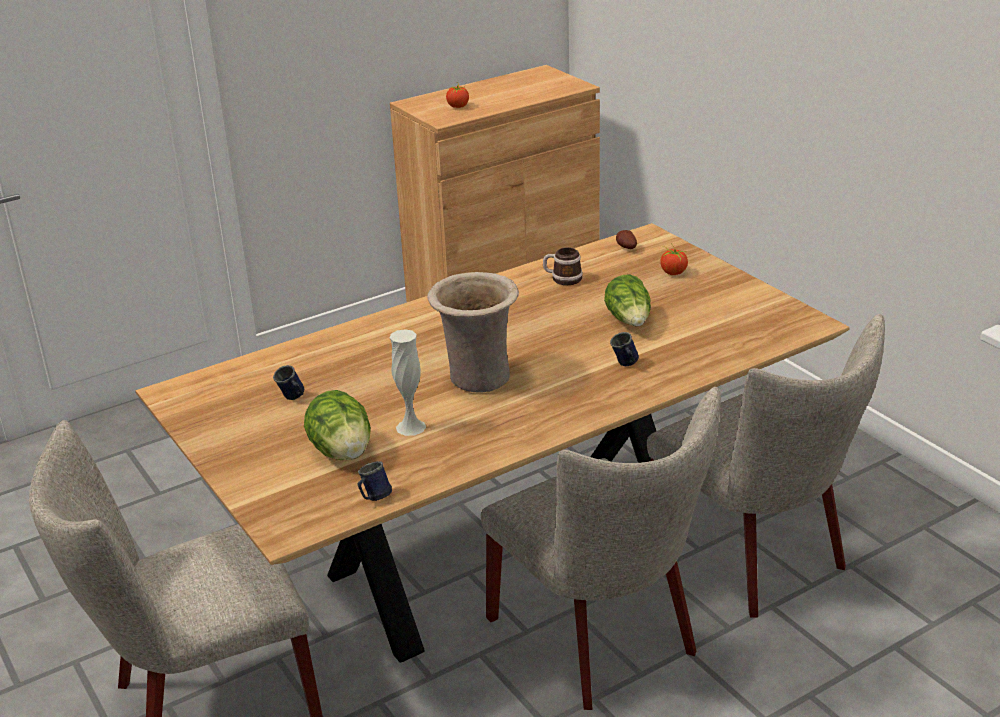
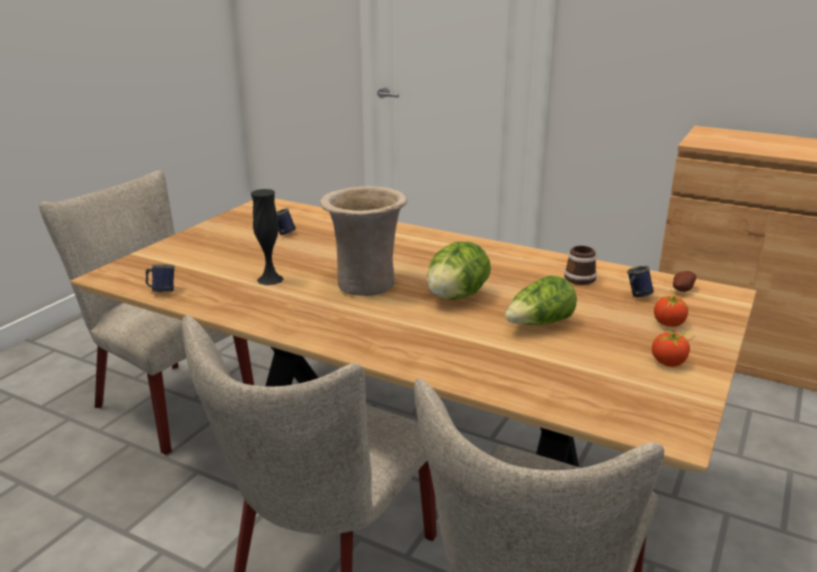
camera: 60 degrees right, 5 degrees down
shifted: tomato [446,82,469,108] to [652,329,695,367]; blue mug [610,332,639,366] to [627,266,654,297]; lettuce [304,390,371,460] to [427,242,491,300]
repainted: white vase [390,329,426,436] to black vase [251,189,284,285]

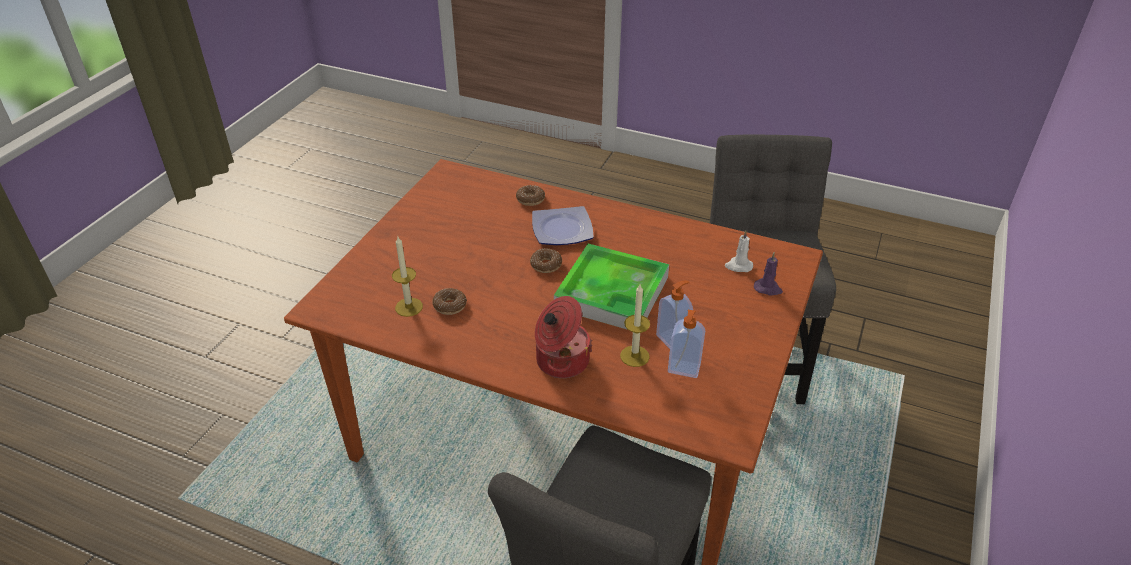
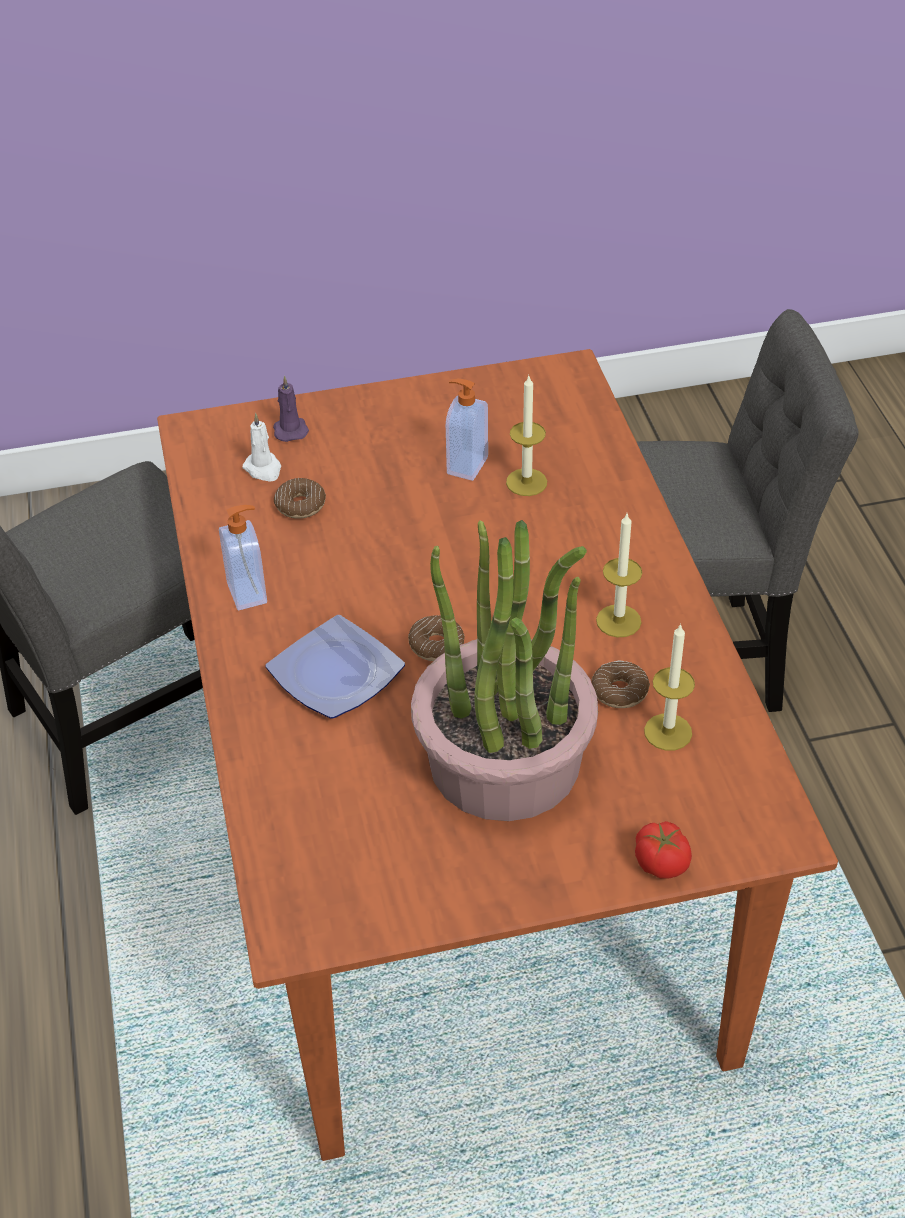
camera: 125 degrees left, 5 degrees up
gone: tray [554,244,669,330]; cooking pot [535,296,592,378]
new: candle [596,514,642,638]; potted plant [411,520,598,821]; tomato [635,821,692,879]
shifted: donut [516,185,545,206] to [274,478,326,519]; soap dispenser [668,310,705,378] to [219,505,267,611]

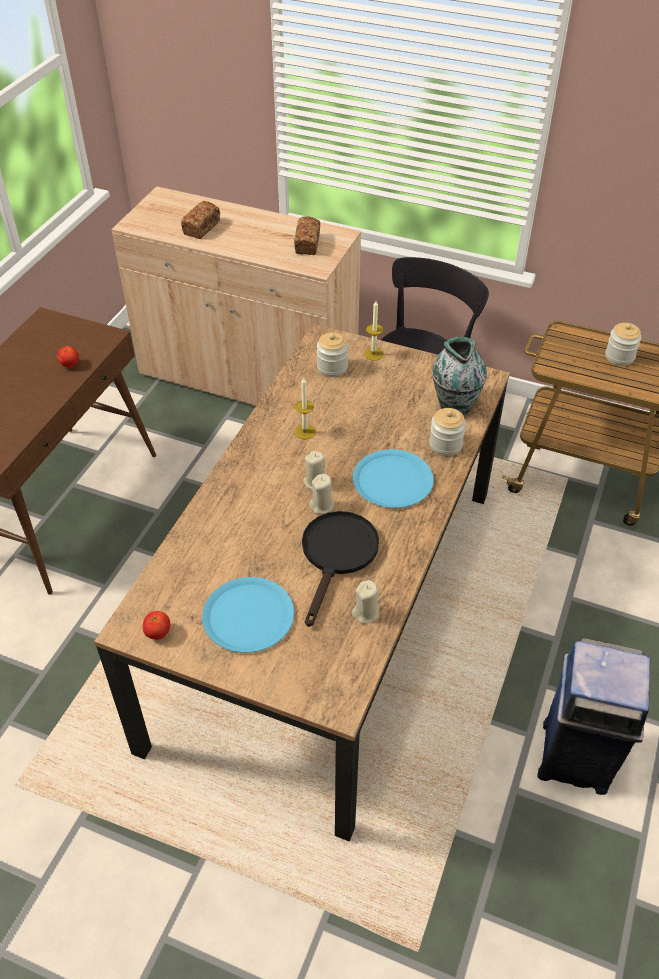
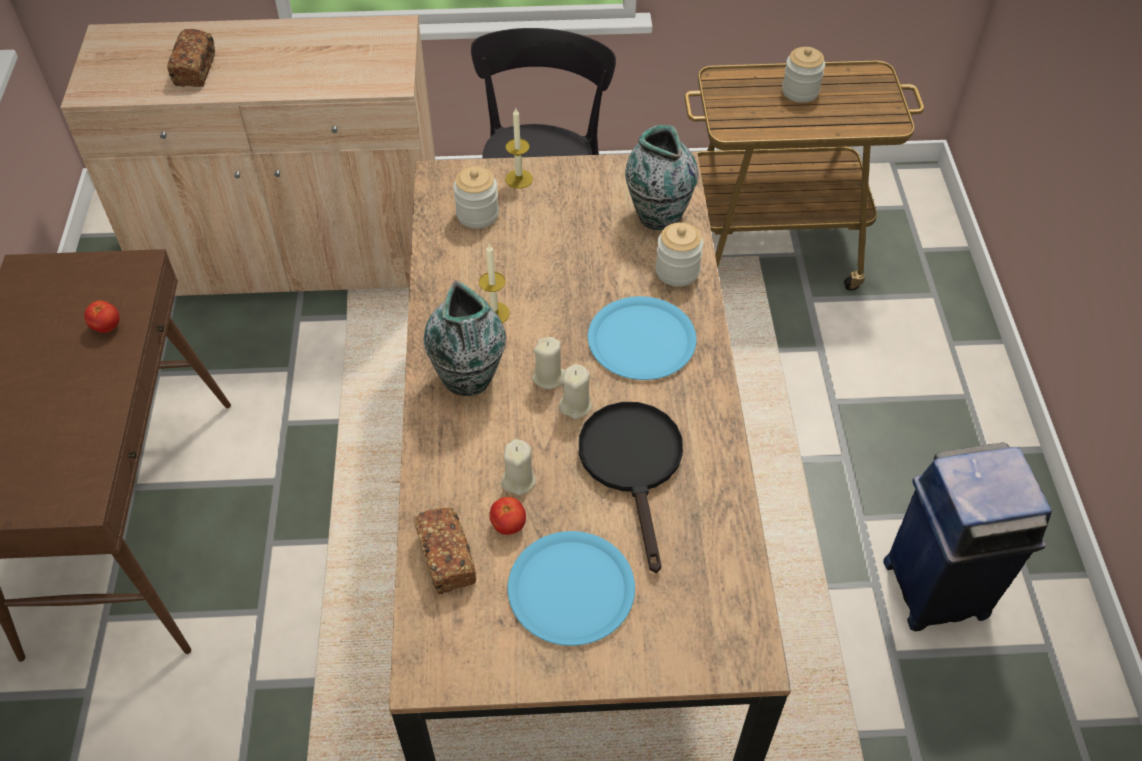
camera: 25 degrees left, 5 degrees up
new: vase [423,280,506,396]
shifted: bread [294,216,320,255] to [414,507,476,594]; beige candle [352,580,379,624] to [501,439,536,496]; tomato [143,611,170,640] to [490,497,526,535]

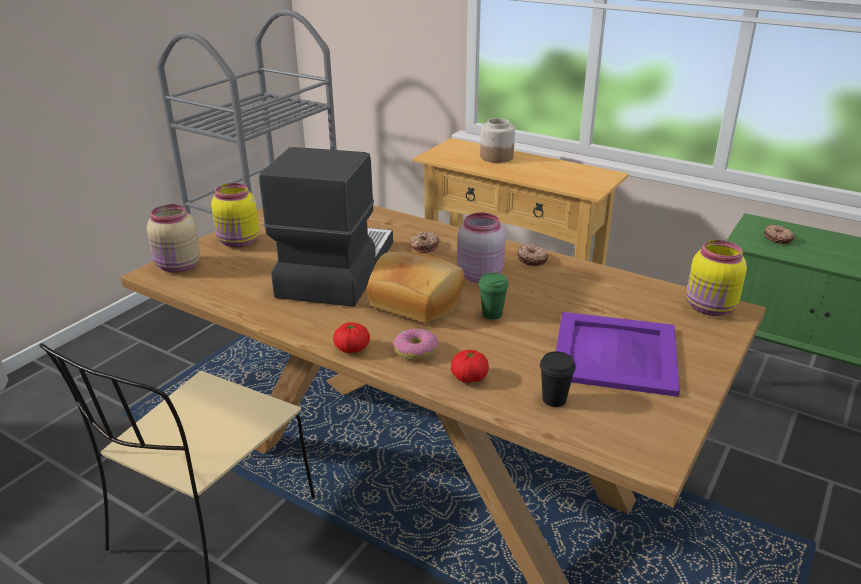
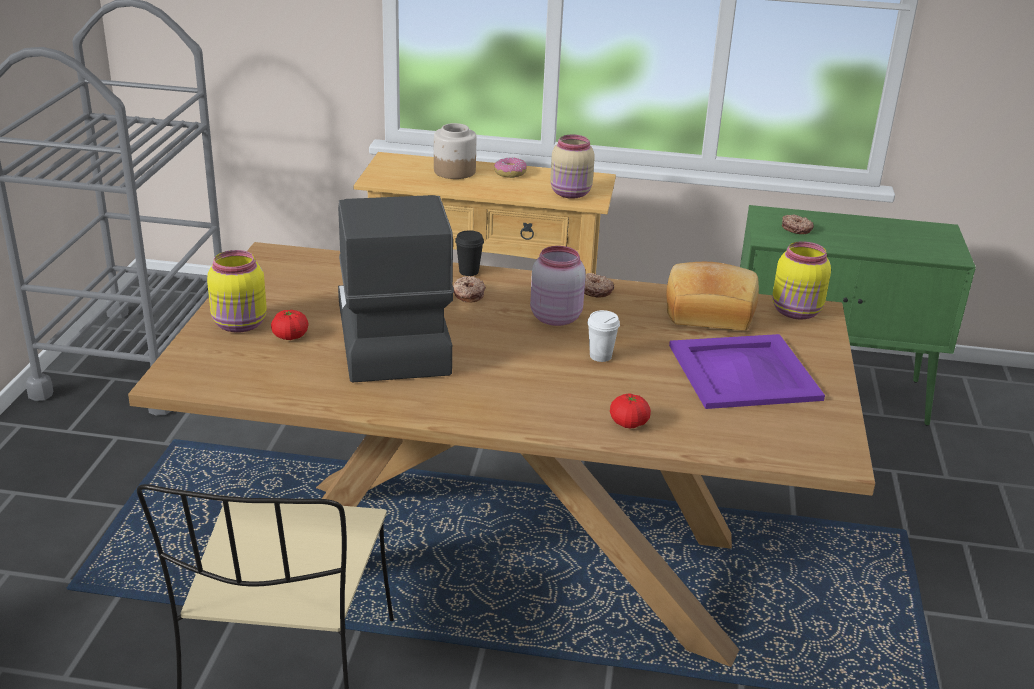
camera: 25 degrees left, 0 degrees up
shifted: beige jar [147,204,200,273] to [550,135,595,199]; bread [367,251,465,323] to [666,262,759,331]; tomato [333,322,370,353] to [271,310,308,340]; donut [393,329,439,361] to [494,157,527,178]; black cup [540,351,576,407] to [455,230,484,276]
repainted: green cup [479,273,509,320] to white cup [587,310,620,362]

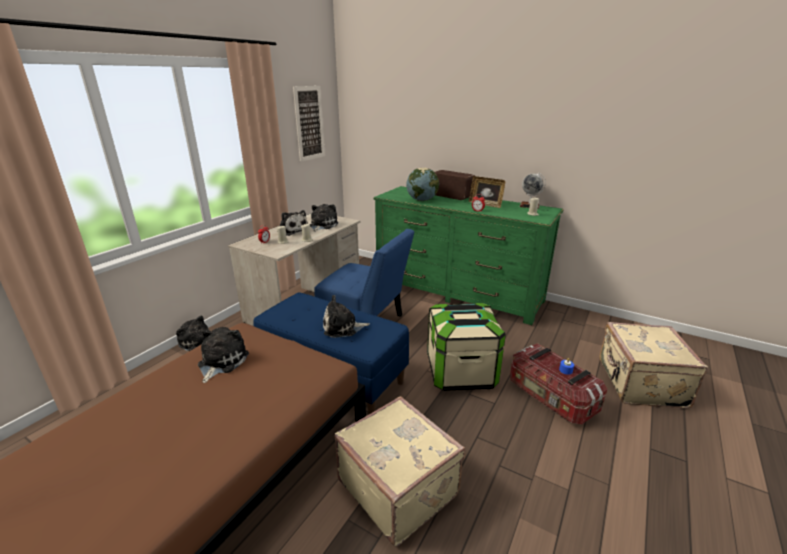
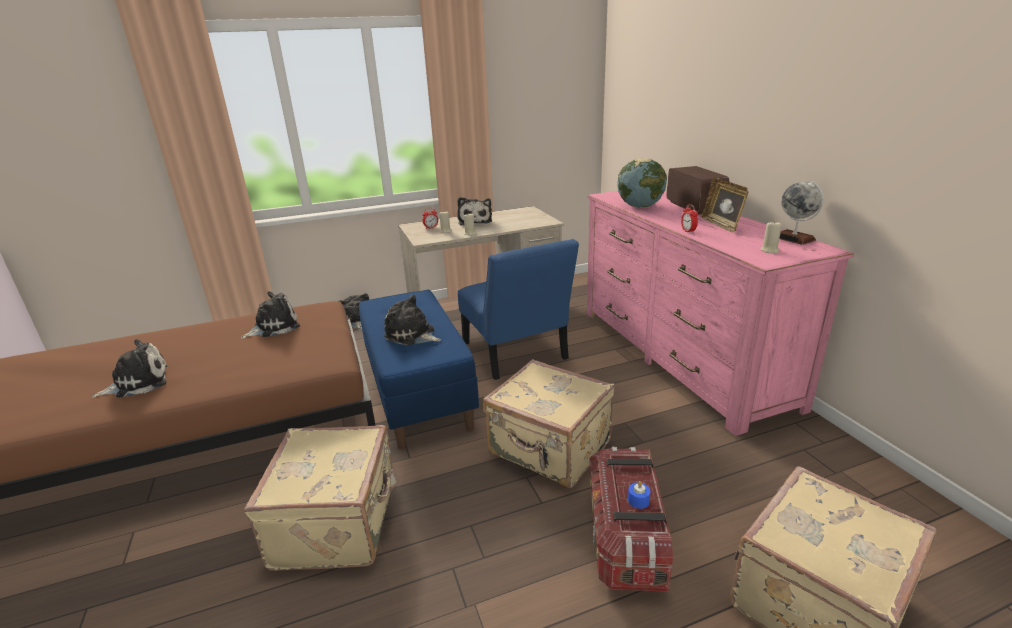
camera: 40 degrees right, 0 degrees up
gone: picture [293,86,325,162]
shifted: plush toy [309,204,338,232] to [92,339,167,398]
swapped: storage box [427,303,506,391] to beige suitcase [483,359,615,488]
repainted: green dresser [373,186,564,325] to pink dresser [587,191,854,436]

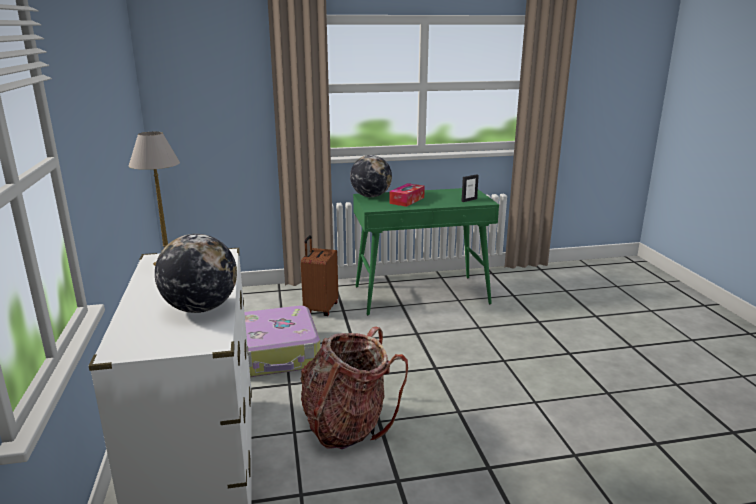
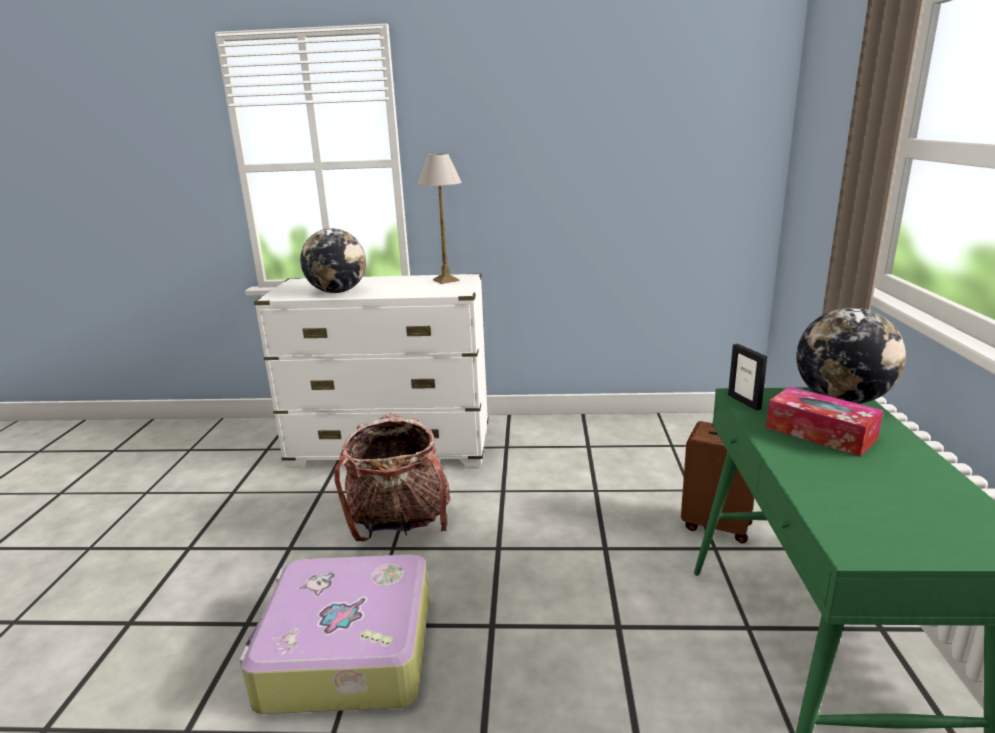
camera: 105 degrees right, 0 degrees up
shifted: picture frame [462,174,479,202] to [728,344,767,411]; suitcase [244,306,320,377] to [240,555,429,714]

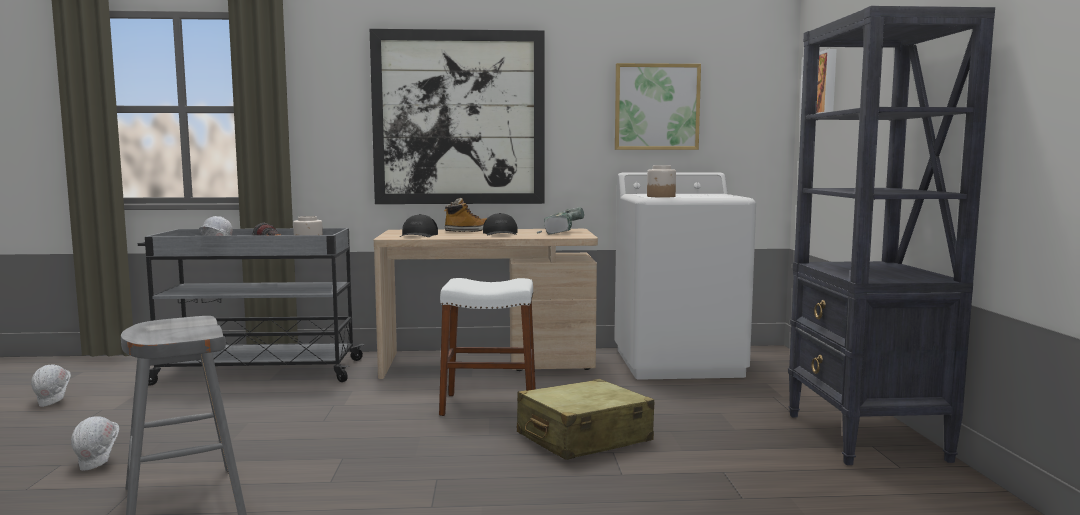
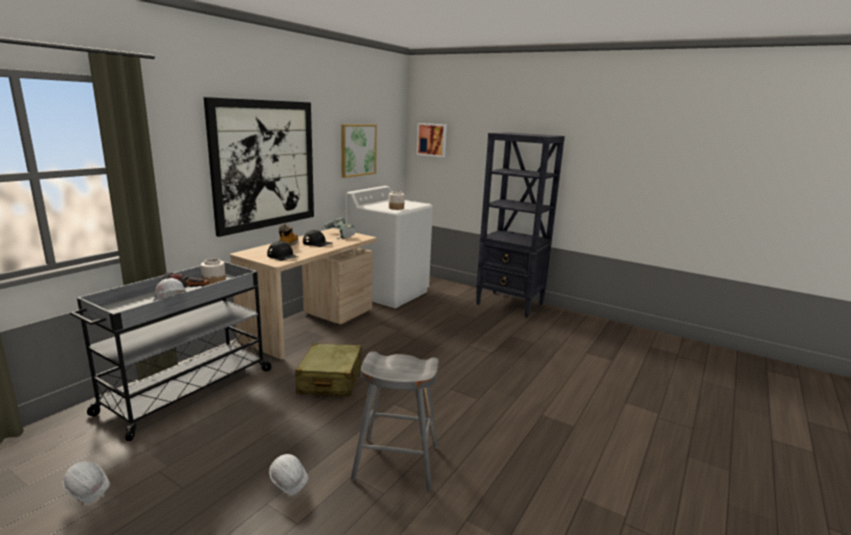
camera: 55 degrees left, 10 degrees up
gone: white stool [439,278,536,416]
shifted: beige suitcase [517,379,654,460] to [295,343,362,397]

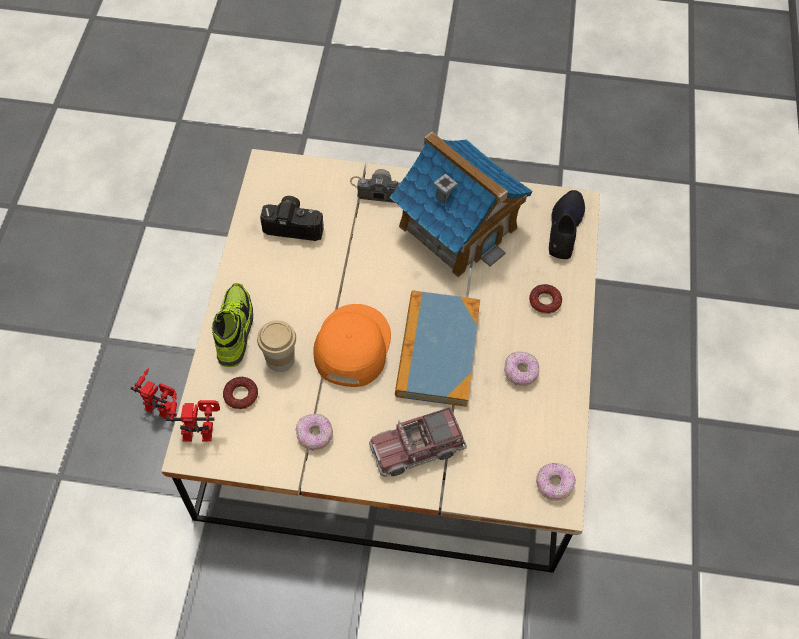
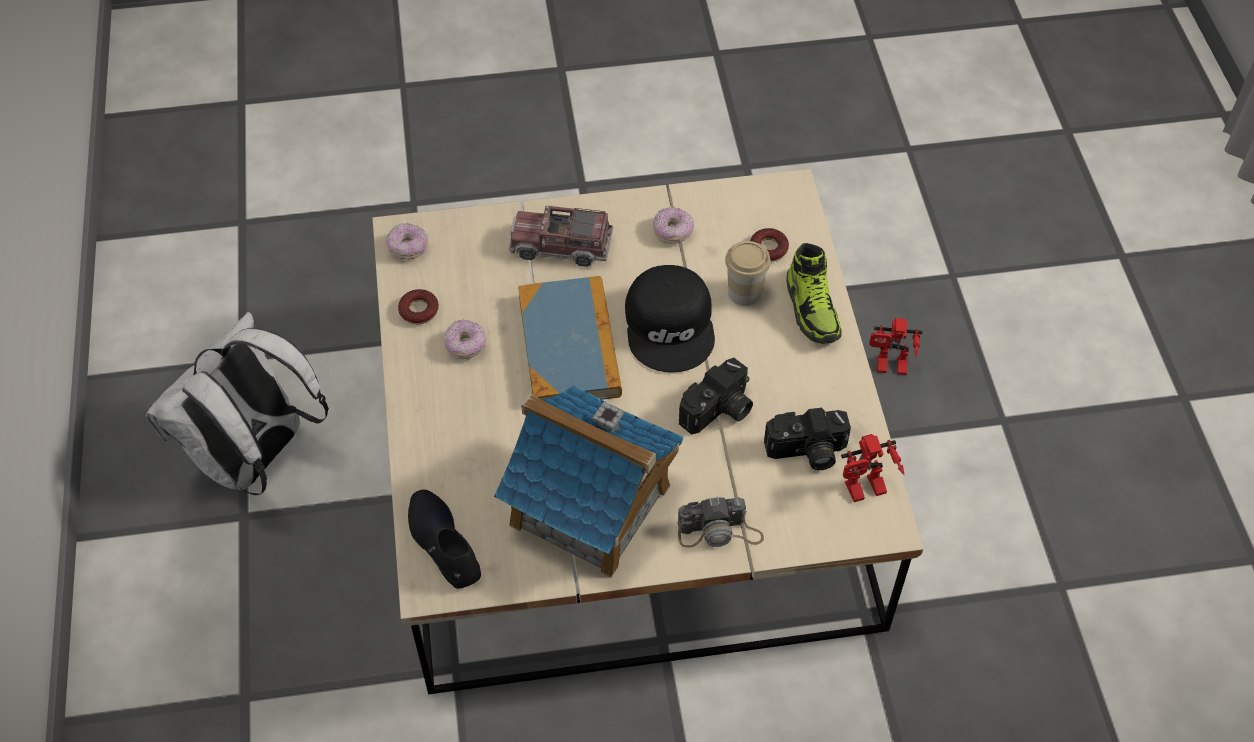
camera: 165 degrees right, 5 degrees down
new: white backpack [146,312,329,495]; photo camera [679,358,753,435]
shifted: donut [529,284,562,314] to [398,289,439,324]; toy robot [166,391,220,442] to [841,434,904,502]
repainted: orange cap [313,304,391,387] to black cap [625,265,715,373]
rotated: black shoe [549,190,585,259] = [408,490,481,588] 150 degrees clockwise; toy truck [369,407,467,477] = [509,205,613,267] 135 degrees counterclockwise

